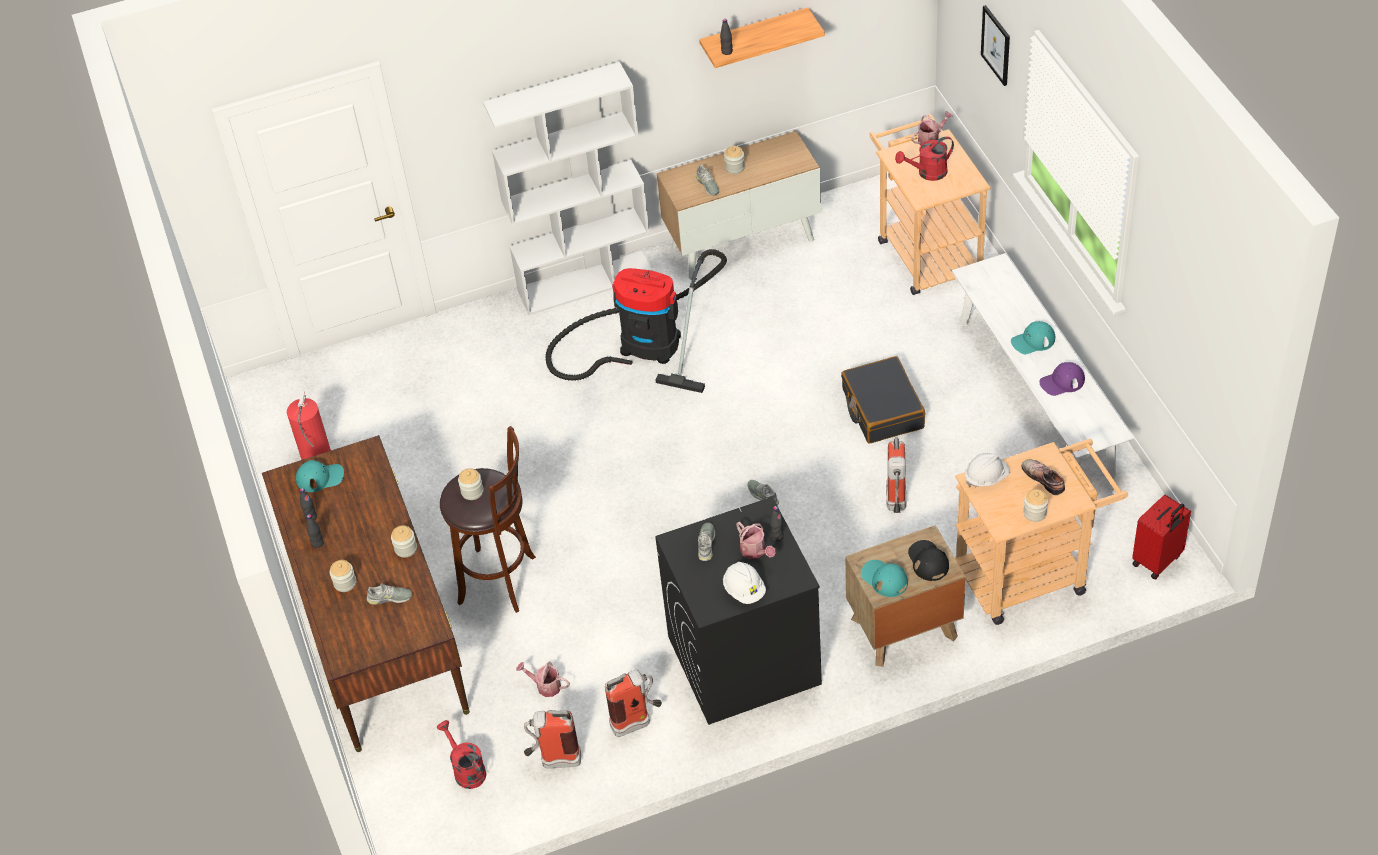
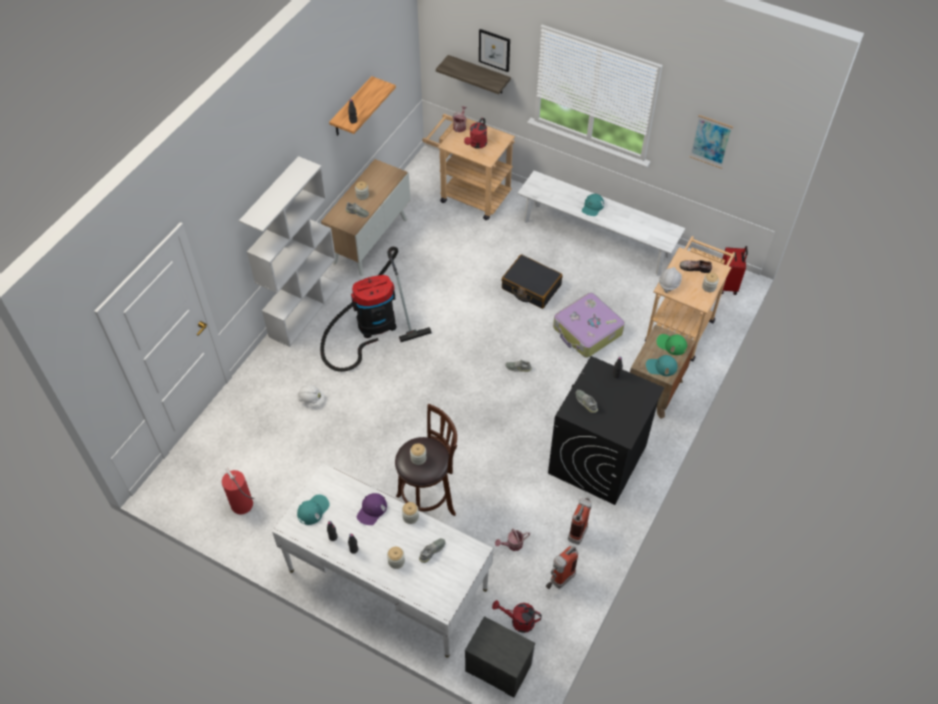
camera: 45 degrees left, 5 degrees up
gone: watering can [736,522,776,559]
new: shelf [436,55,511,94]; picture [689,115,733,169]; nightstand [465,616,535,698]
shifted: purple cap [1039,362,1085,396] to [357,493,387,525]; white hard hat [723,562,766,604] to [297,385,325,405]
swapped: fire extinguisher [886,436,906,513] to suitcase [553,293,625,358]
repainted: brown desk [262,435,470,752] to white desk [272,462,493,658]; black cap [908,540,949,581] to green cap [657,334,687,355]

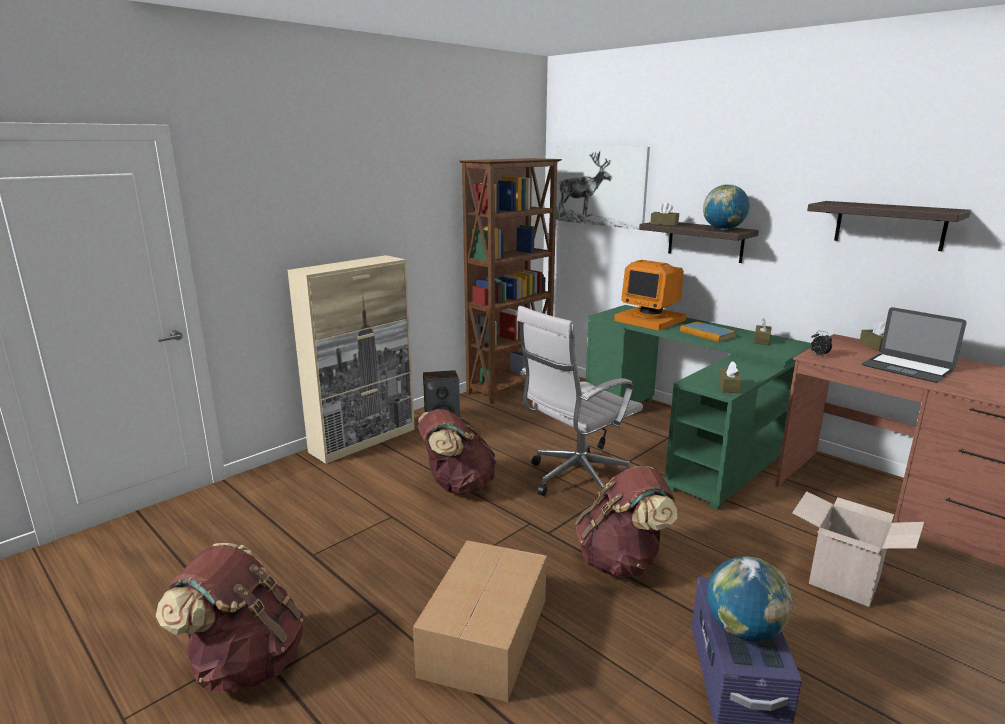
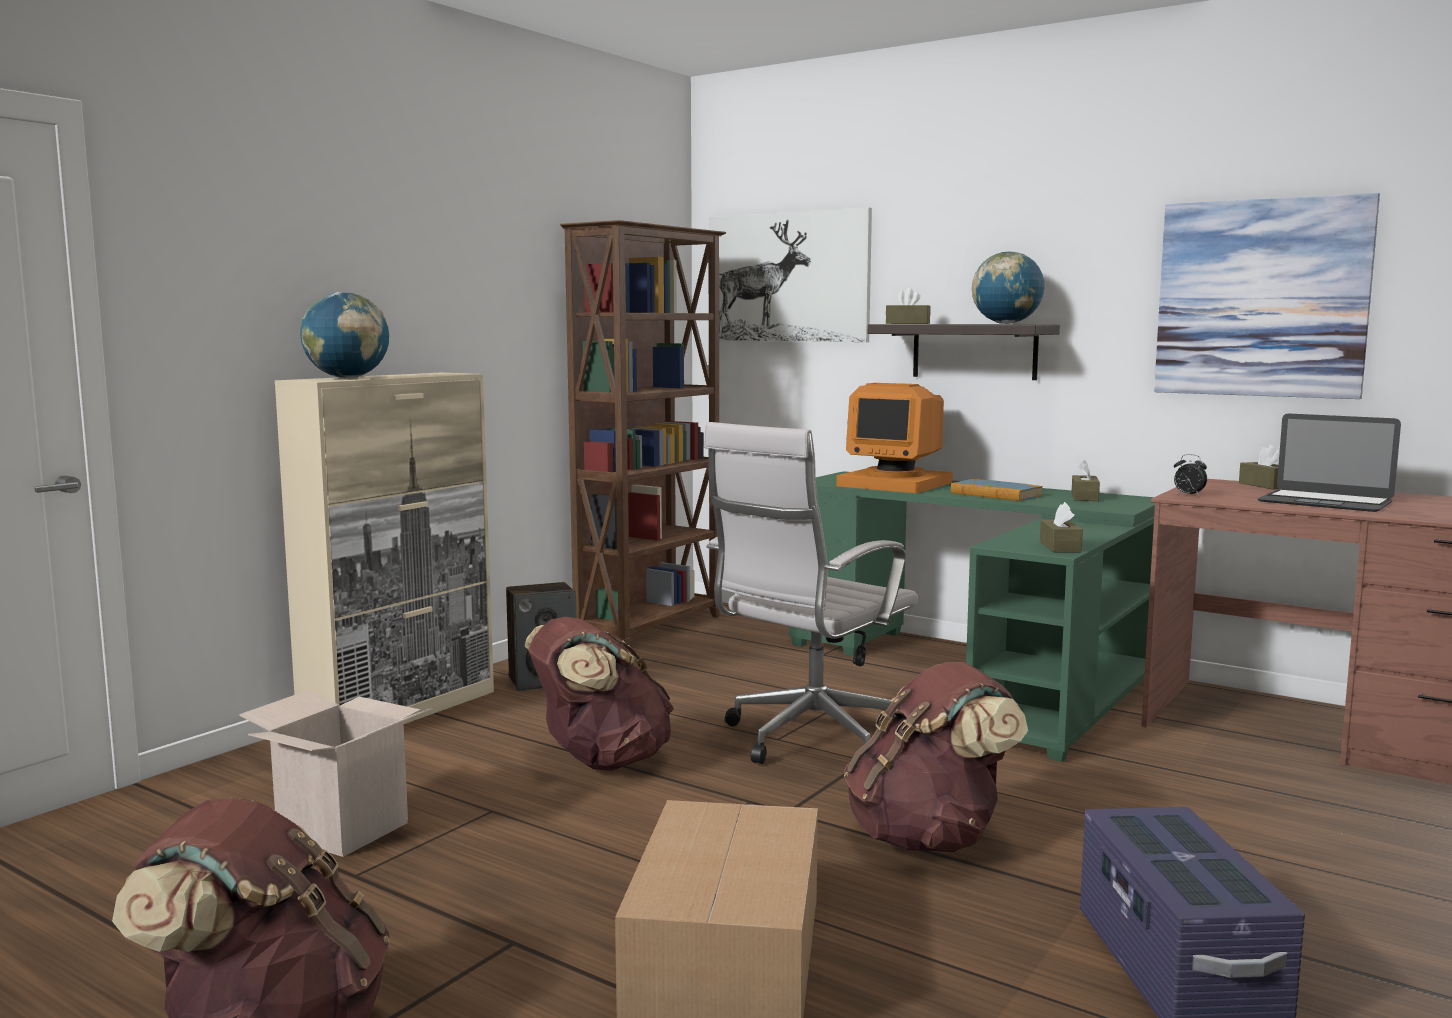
camera: 10 degrees left, 10 degrees down
shifted: cardboard box [792,491,924,607] to [239,690,433,857]; globe [707,556,792,641] to [300,292,389,378]
swapped: shelf [807,201,971,251] to picture [1154,193,1380,399]

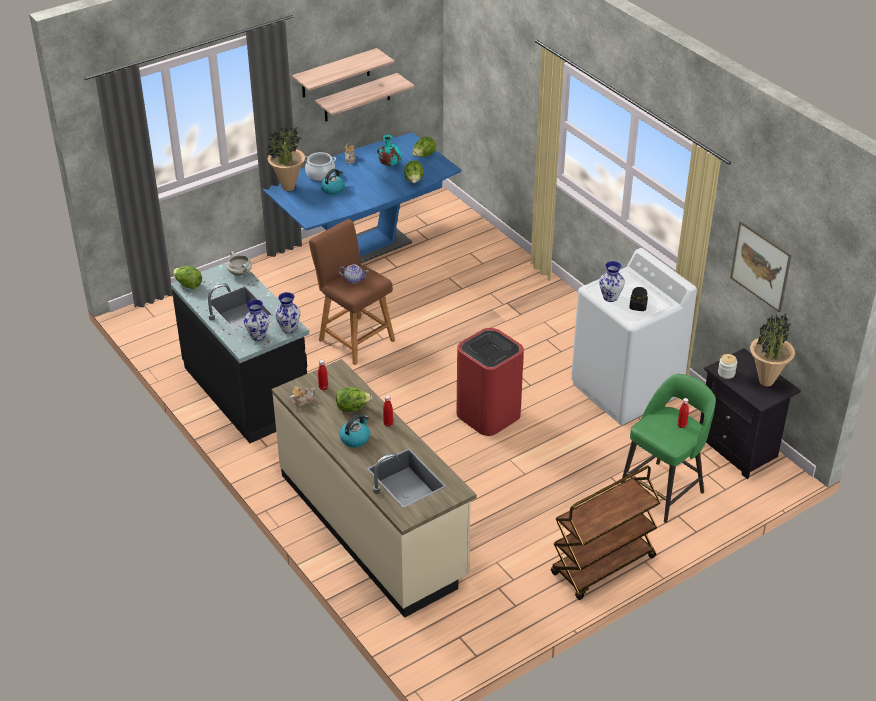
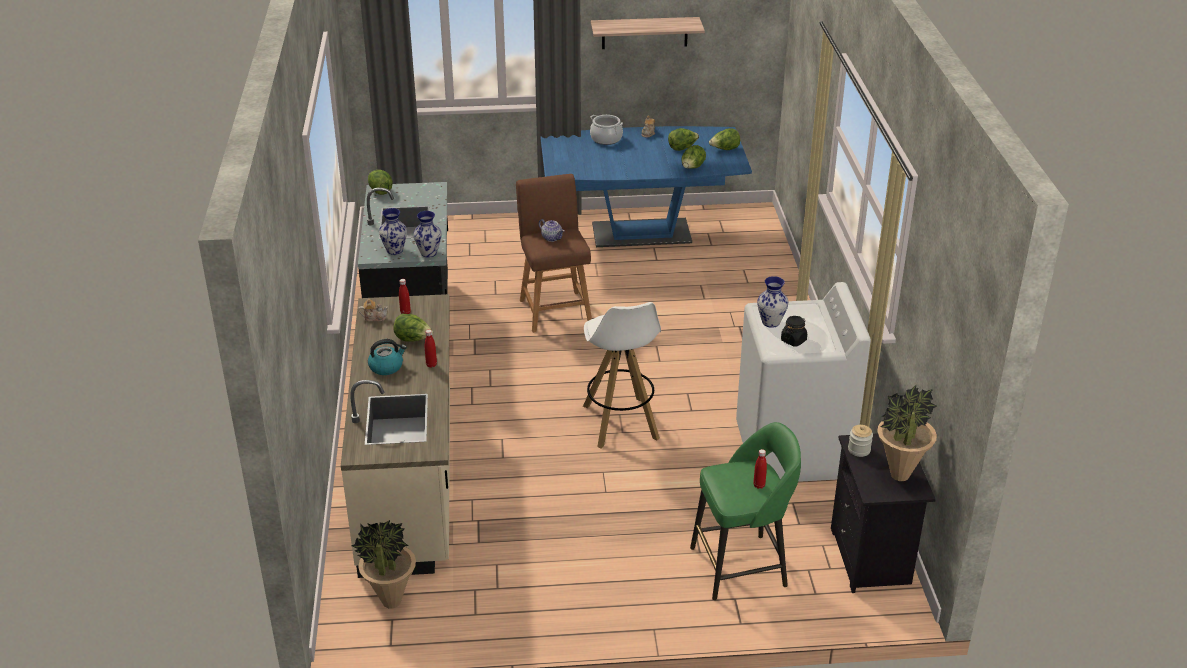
camera: 30 degrees right, 5 degrees down
gone: shelf [315,73,415,121]; kettle [321,169,345,195]; picture [730,221,792,312]; white cooking pot [227,251,252,276]; brown cart [551,466,661,600]
shifted: potted plant [266,125,305,191] to [351,520,416,609]
swapped: turquoise vase [377,135,402,166] to lettuce [668,128,699,151]; red trash can [457,328,524,436] to white stool [583,302,661,449]

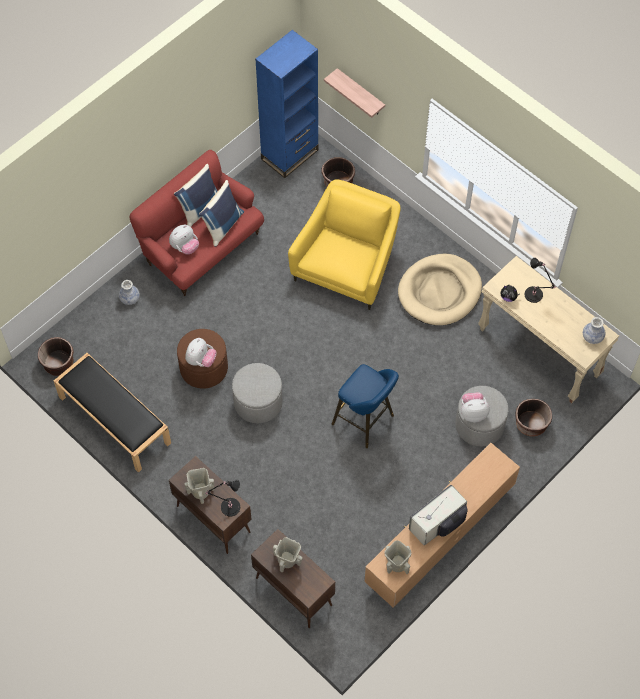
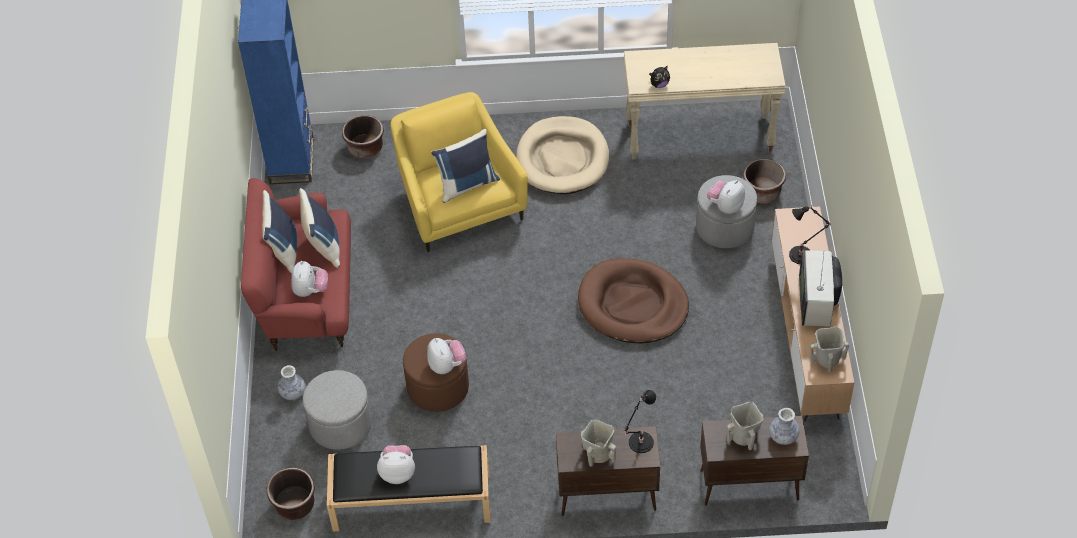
camera: 45 degrees left, 10 degrees down
gone: shelf [324,68,385,118]
new: blue pillow [431,129,500,203]; plush toy [377,445,415,484]
shifted: black table lamp [524,258,556,303] to [789,205,832,264]; vase [583,317,605,344] to [769,408,800,445]; grey ottoman [232,363,283,423] to [303,370,372,450]
swapped: blue stool [332,364,399,448] to brown dog bed [578,258,689,344]

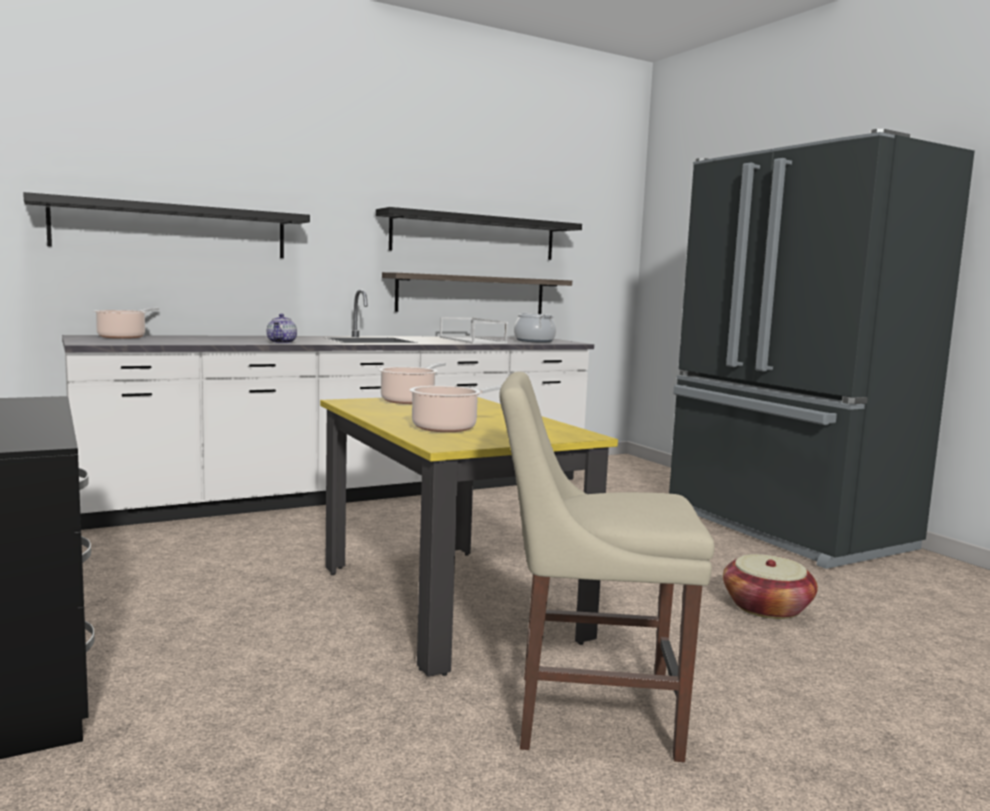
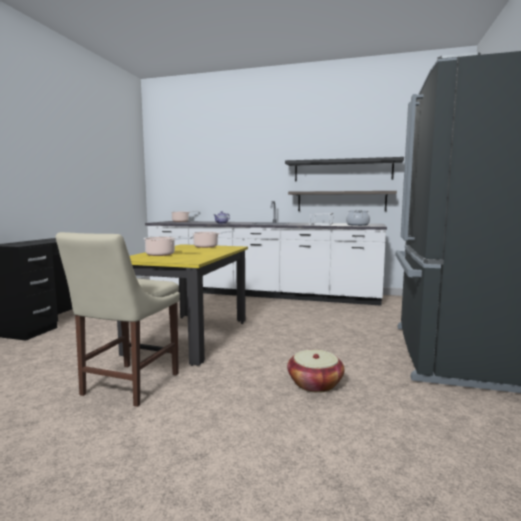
camera: 45 degrees right, 0 degrees up
gone: black shelf [23,192,310,258]
rotated: beige chair [499,372,715,762] = [56,232,180,407] 120 degrees counterclockwise

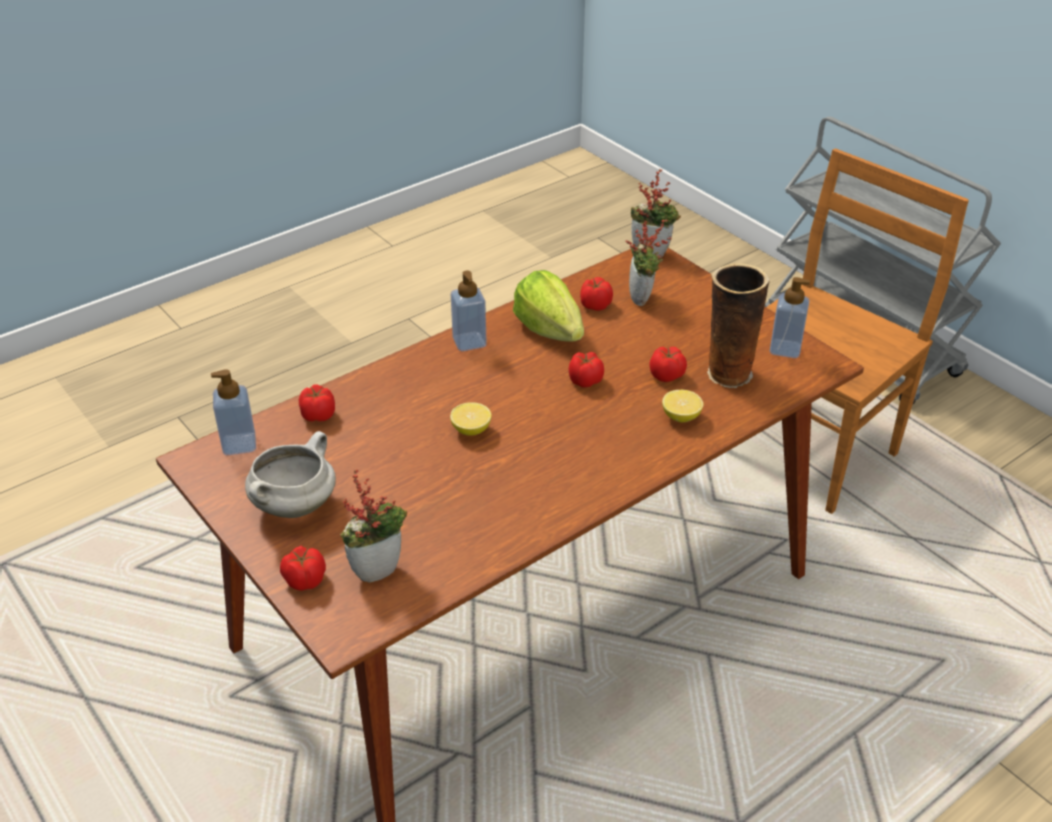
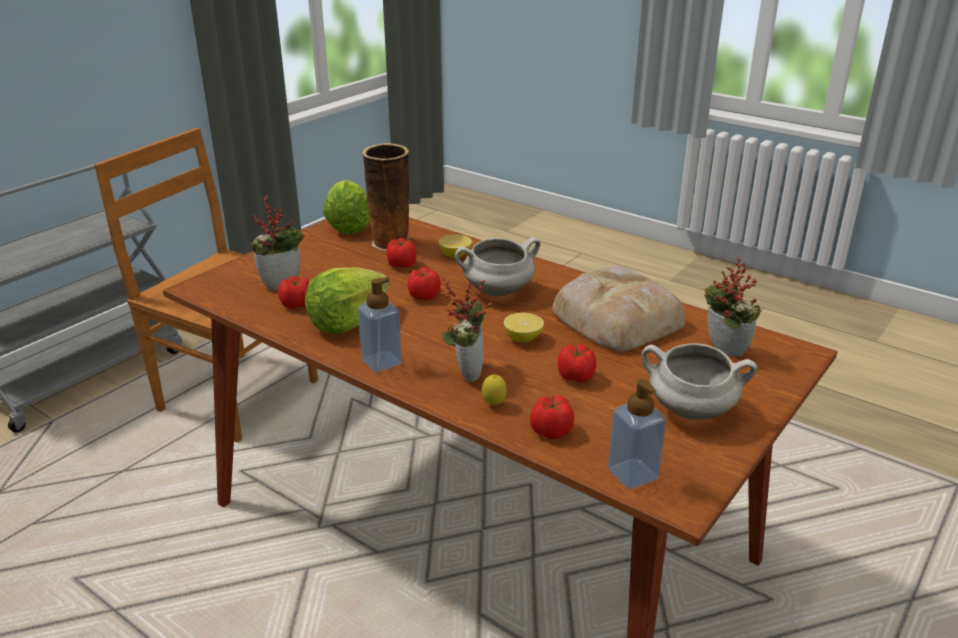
camera: 105 degrees left, 10 degrees down
new: white cooking pot [455,237,541,297]; bread [552,266,686,351]; lemon [482,375,507,406]
shifted: potted plant [631,169,681,258] to [440,278,493,383]; tomato [280,546,326,591] to [558,344,596,383]
swapped: soap dispenser [770,277,810,358] to lettuce [323,180,370,234]

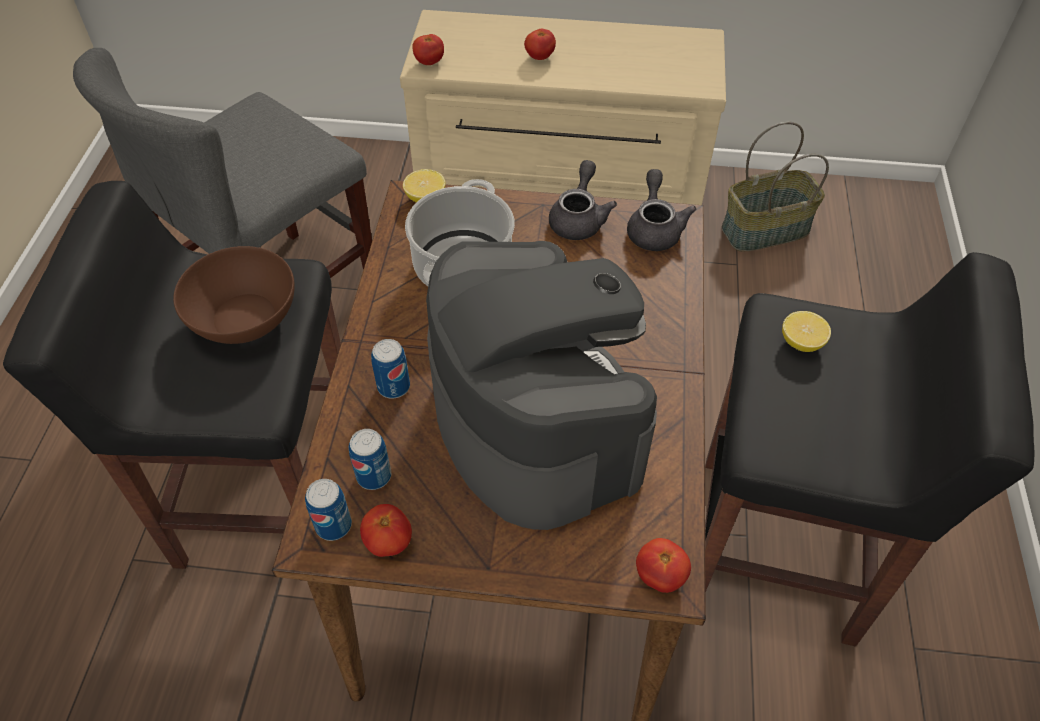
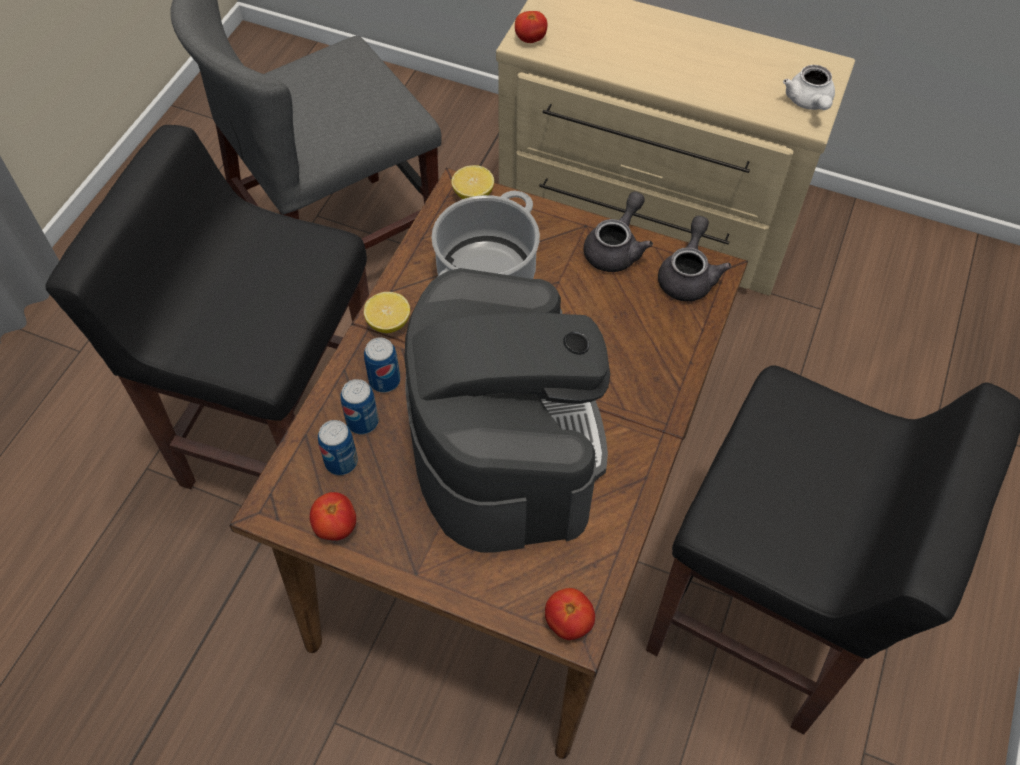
camera: 15 degrees right, 5 degrees up
gone: tomato [524,28,556,60]; basket [722,121,829,252]; brown bowl [173,246,295,344]
new: white teapot [783,65,835,110]
shifted: lemon [782,311,831,352] to [364,292,410,333]; can [305,479,352,541] to [341,379,379,434]

